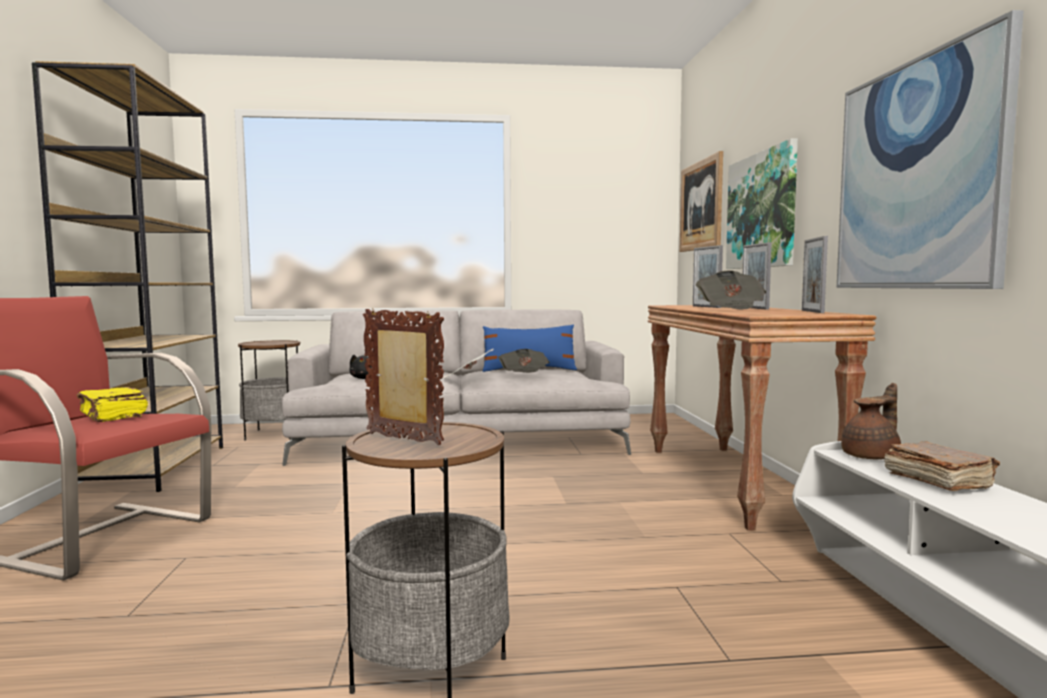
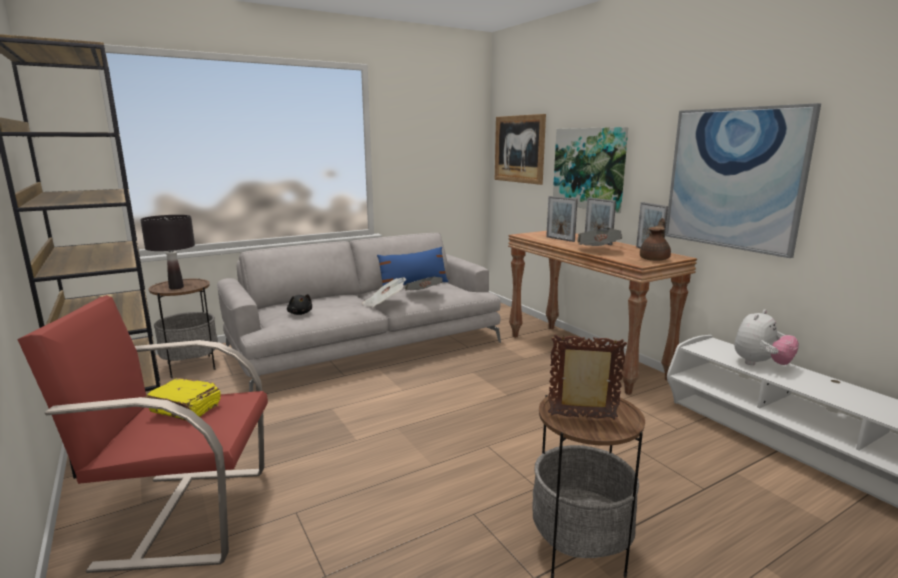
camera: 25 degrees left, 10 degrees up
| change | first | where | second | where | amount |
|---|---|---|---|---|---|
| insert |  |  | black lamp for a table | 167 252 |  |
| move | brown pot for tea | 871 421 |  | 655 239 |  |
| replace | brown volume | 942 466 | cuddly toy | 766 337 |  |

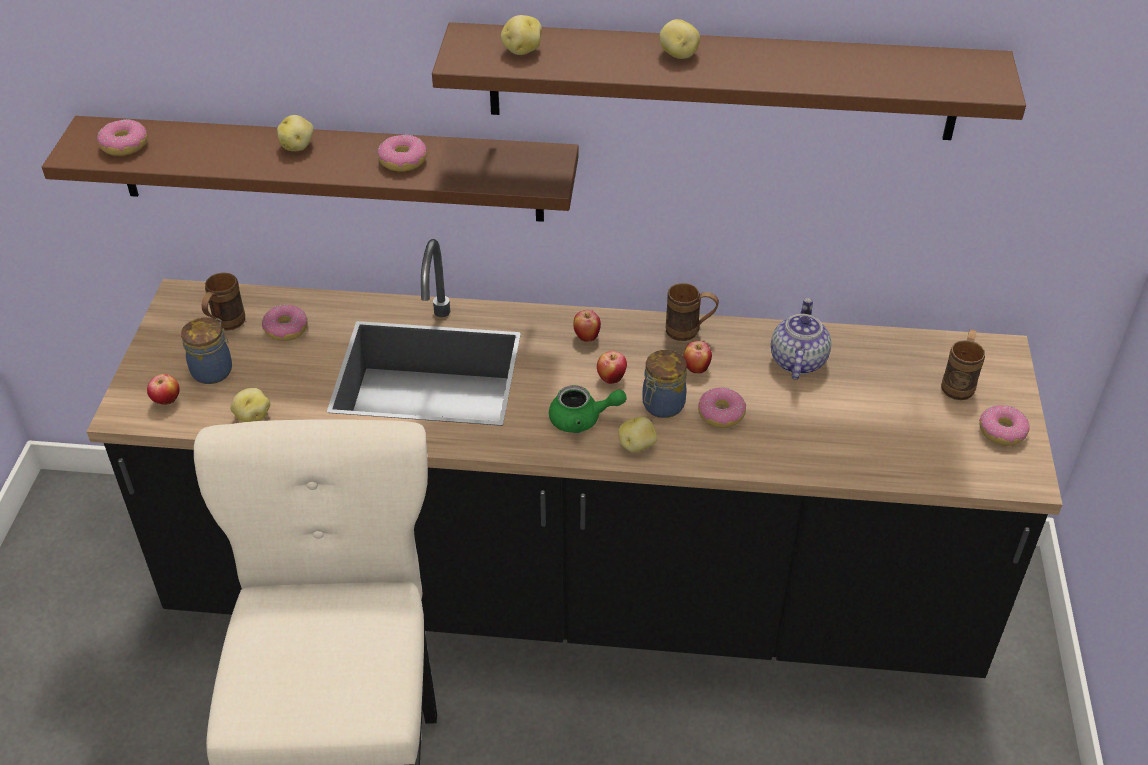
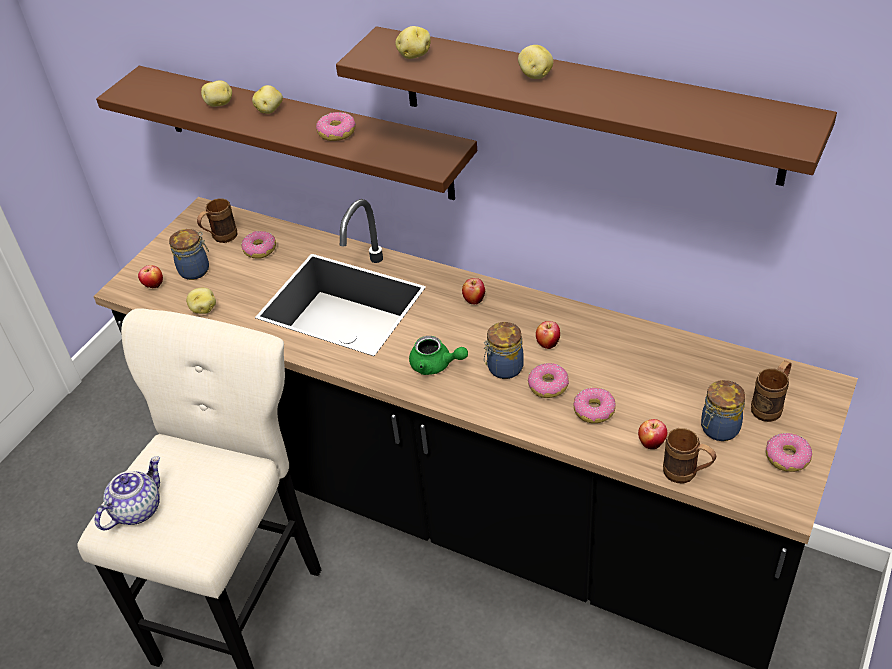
camera: 25 degrees right, 0 degrees up
| change | first | where | second | where | amount |
|---|---|---|---|---|---|
| insert |  |  | storage jar | 723 410 |  |
| move | donut | 122 137 |  | 595 405 |  |
| move | whole apple | 612 367 |  | 653 434 |  |
| move | spud | 638 435 |  | 216 93 |  |
| move | brown tea mug | 692 312 |  | 689 455 |  |
| move | pot for tea | 801 339 |  | 127 493 |  |

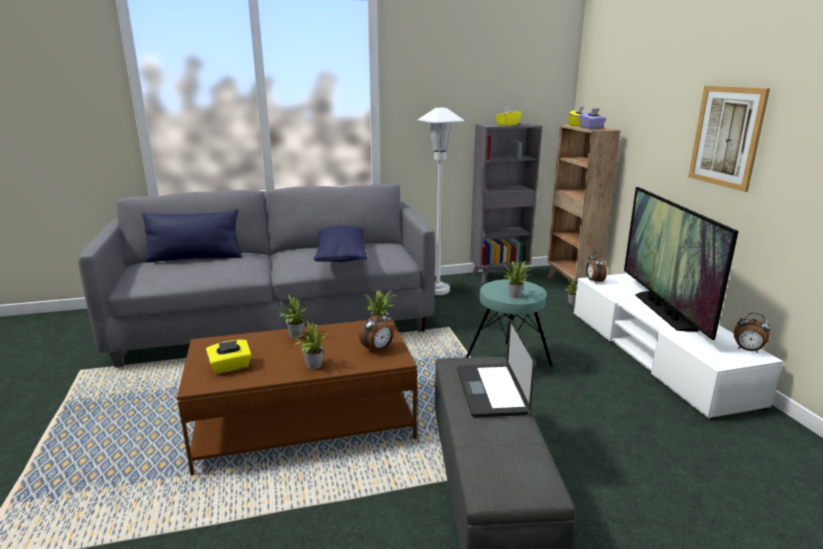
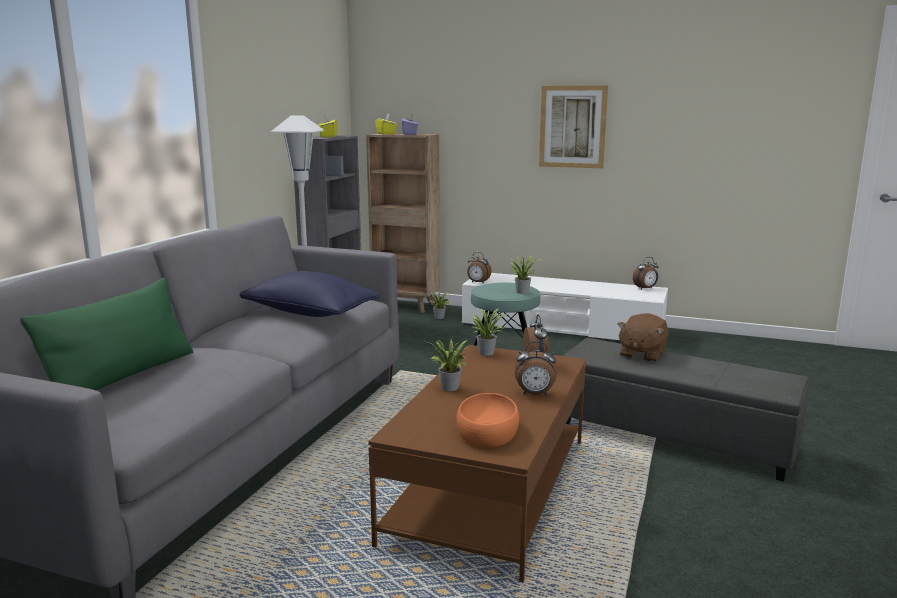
camera: 55 degrees left, 5 degrees down
| change | first | where | second | where | amount |
|---|---|---|---|---|---|
| delete | television | 681 263 |  |  |  |
| replace | yellowish box of tissues | 228 357 | orange serving bowl | 487 420 |  |
| replace | plant in a pot | 311 344 | bedside clock | 536 368 |  |
| replace | laptop | 496 368 | brown cuddly toy | 643 337 |  |
| recolor | bluish pillow | 192 236 | greenish pillow | 106 334 |  |

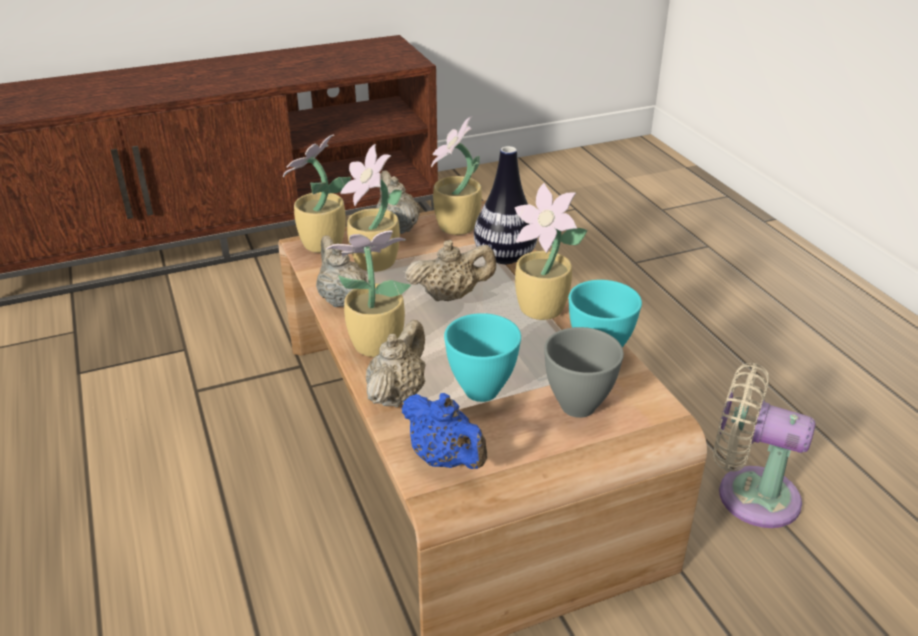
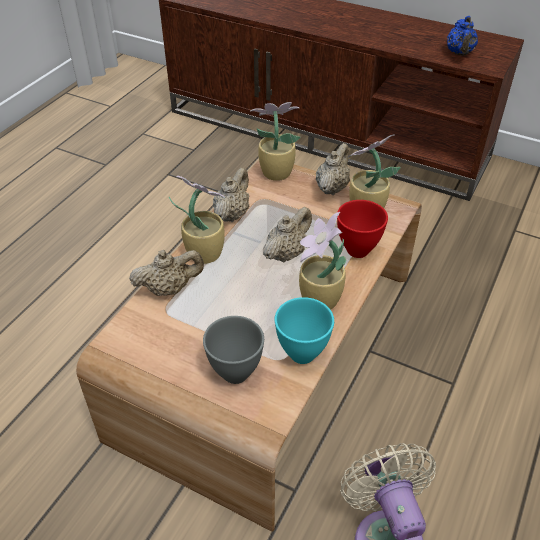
camera: 50 degrees right, 10 degrees up
| change | first | where | second | where | amount |
|---|---|---|---|---|---|
| delete | plant in a pot | 371 208 |  |  |  |
| delete | turquoise-coloured serving bowl | 482 357 |  |  |  |
| move | bluish pot for tea | 444 431 |  | 462 36 |  |
| replace | flower vase | 505 205 | red serving bowl | 362 229 |  |
| rotate | beige pot for tea | 450 270 |  | 287 234 | 90 degrees counterclockwise |

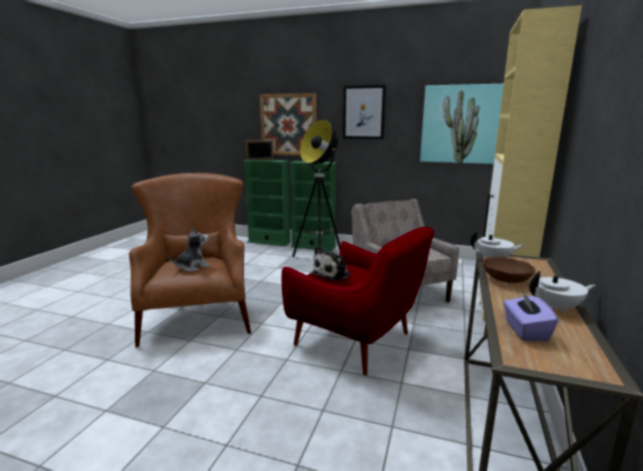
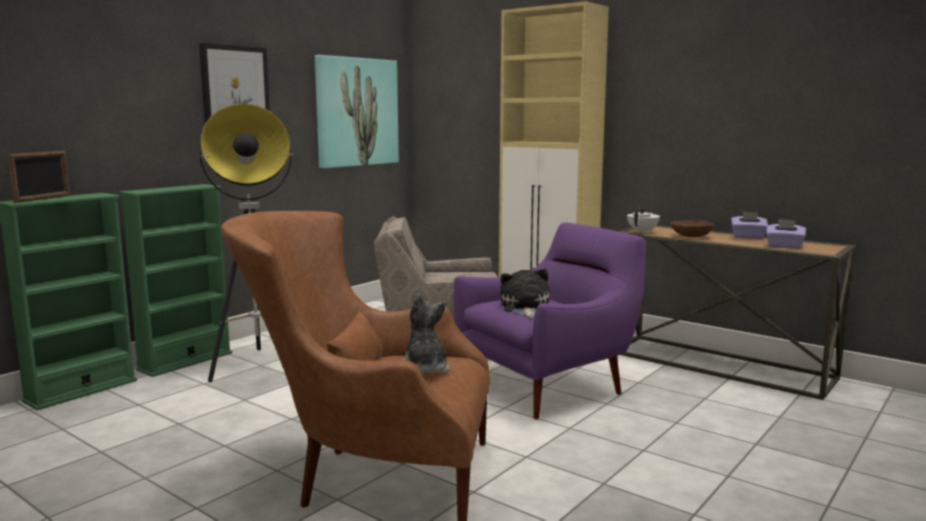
camera: 70 degrees left, 5 degrees down
| change | first | where | second | where | amount |
|---|---|---|---|---|---|
| delete | wall art | 288 124 |  |  |  |
| replace | whitish pot for tea | 562 292 | purple box of tissues | 749 225 |  |
| recolor | red lounge chair | 358 301 | purple lounge chair | 550 320 |  |
| rotate | cuddly toy | 331 263 |  | 525 293 | 150 degrees counterclockwise |

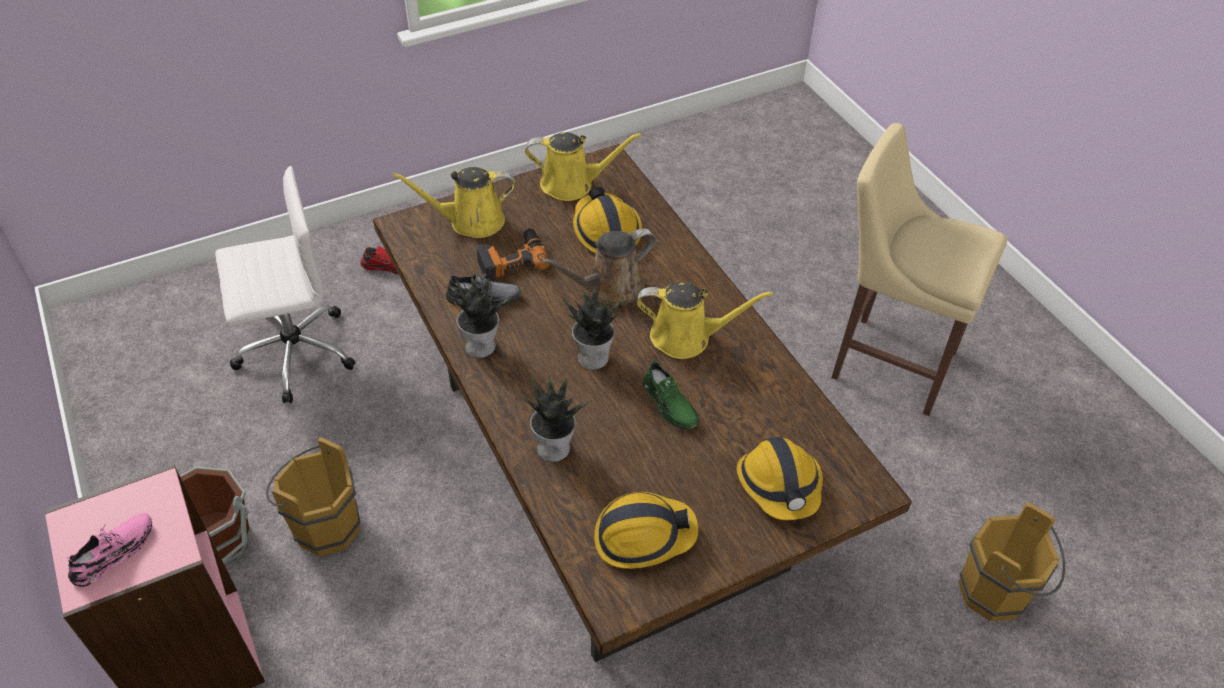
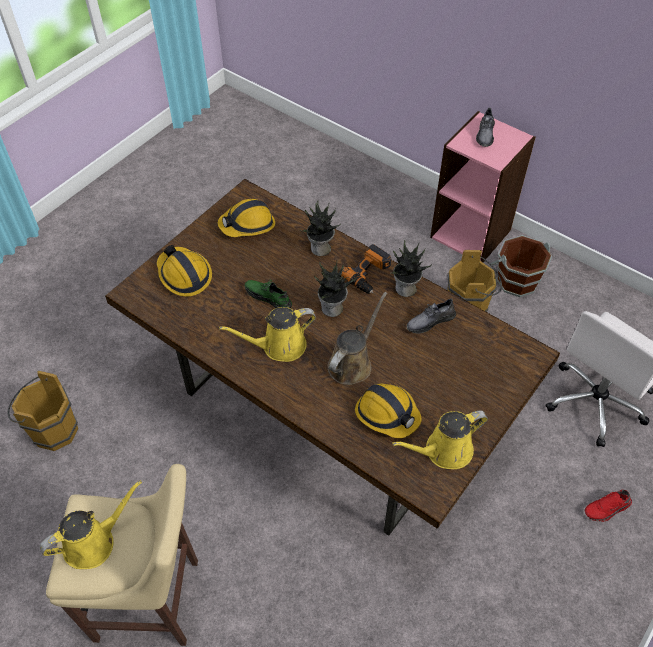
camera: 155 degrees right, 5 degrees up
| change | first | where | second | where | amount |
|---|---|---|---|---|---|
| move | yellowish watering can | 453 202 |  | 91 524 |  |
| move | drill | 513 254 |  | 366 269 |  |
| recolor | pink-coloured low shoe | 109 550 | grey low shoe | 485 127 |  |

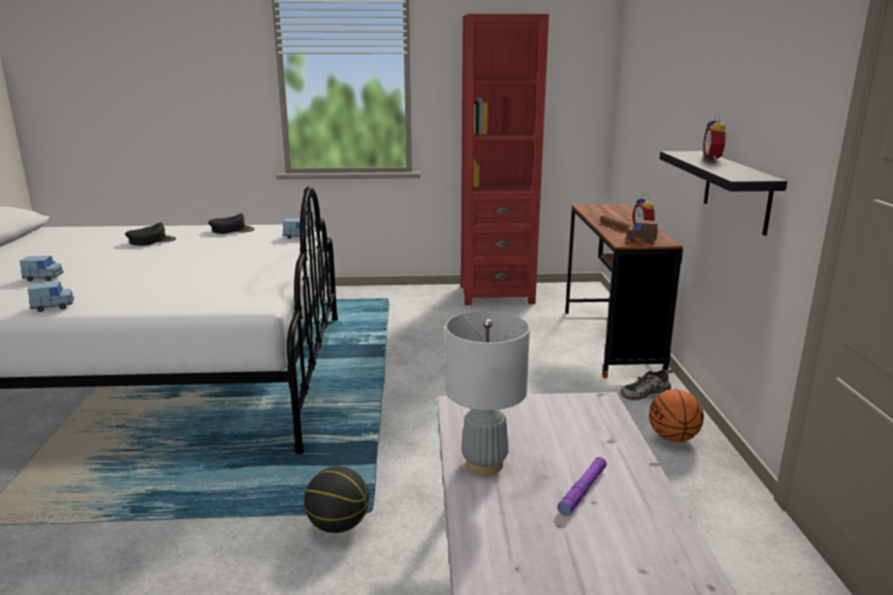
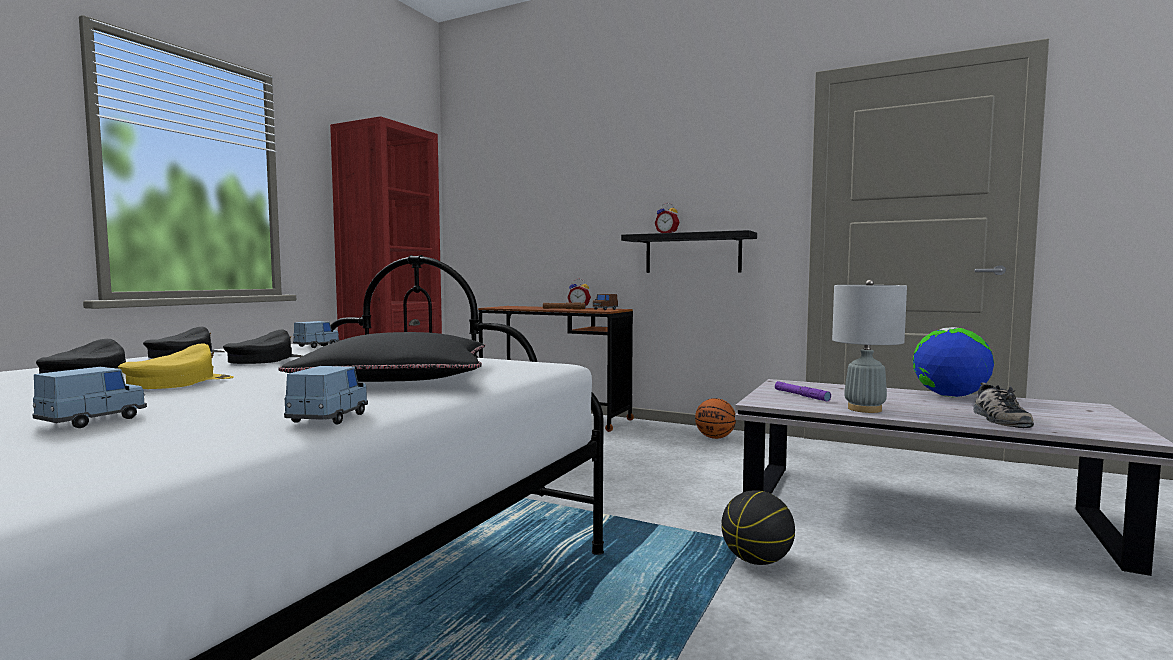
camera: 60 degrees left, 15 degrees down
| change | first | where | second | where | amount |
|---|---|---|---|---|---|
| insert |  |  | yellowish baseball cap | 176 366 |  |
| insert |  |  | black baseball cap | 262 347 |  |
| insert |  |  | black pillow | 382 357 |  |
| insert |  |  | desk globe | 953 362 |  |
| move | purple hand torch | 582 486 |  | 803 391 |  |
| move | low shoe | 646 384 |  | 1003 405 |  |

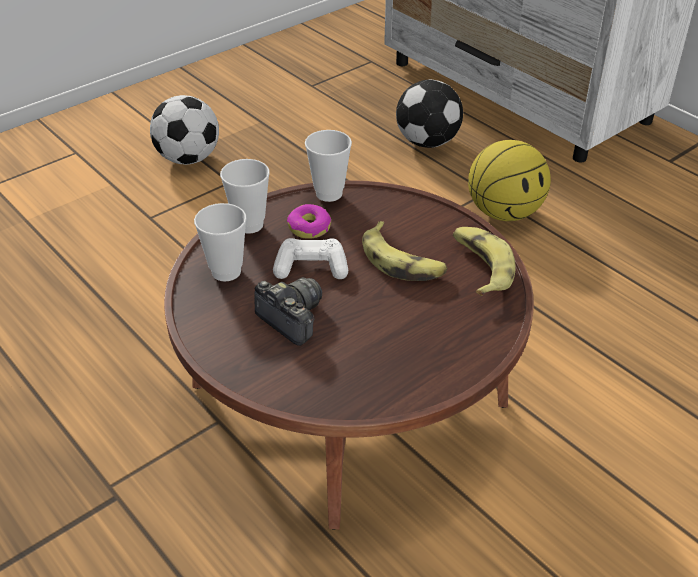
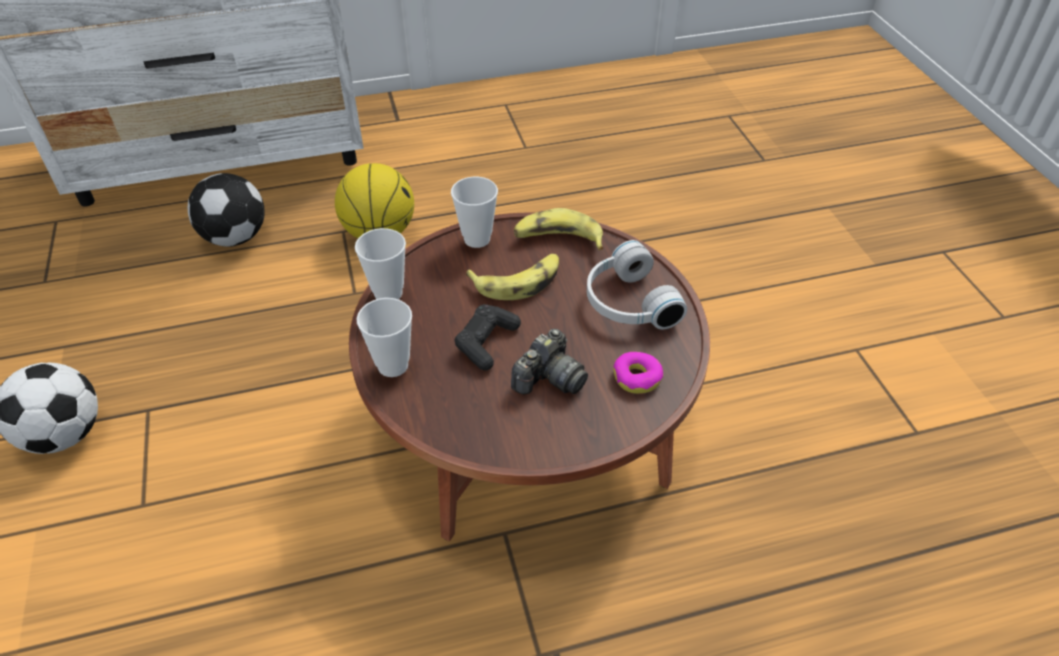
camera: 65 degrees left, 5 degrees up
| change | first | where | second | where | amount |
|---|---|---|---|---|---|
| insert |  |  | whitish headphones | 637 285 |  |
| move | cup | 220 242 |  | 474 212 |  |
| move | donut | 309 221 |  | 638 373 |  |
| recolor | whitish gamepad | 310 258 | black gamepad | 487 337 |  |
| rotate | photo camera | 288 311 |  | 549 362 | 150 degrees clockwise |

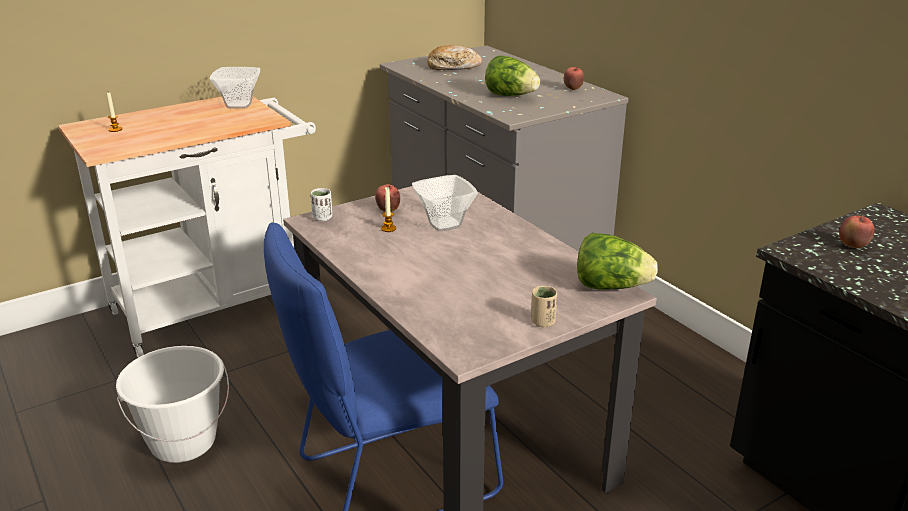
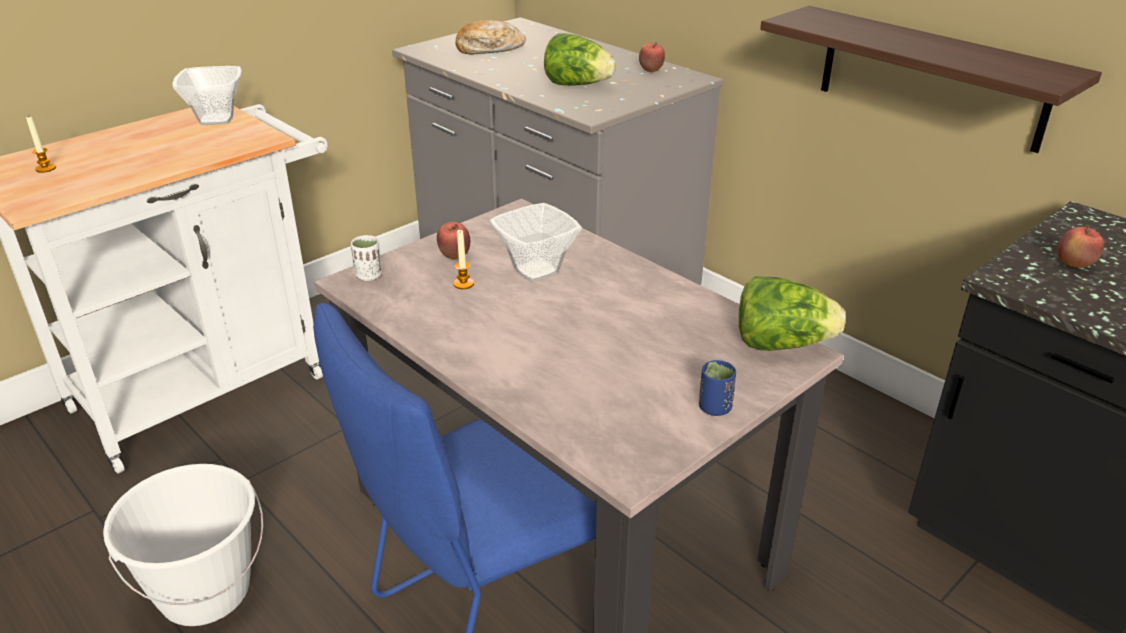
camera: 10 degrees left, 5 degrees up
| change | first | where | second | where | amount |
|---|---|---|---|---|---|
| insert |  |  | wall shelf | 931 79 |  |
| recolor | beige cup | 544 306 | bluish cup | 717 388 |  |

